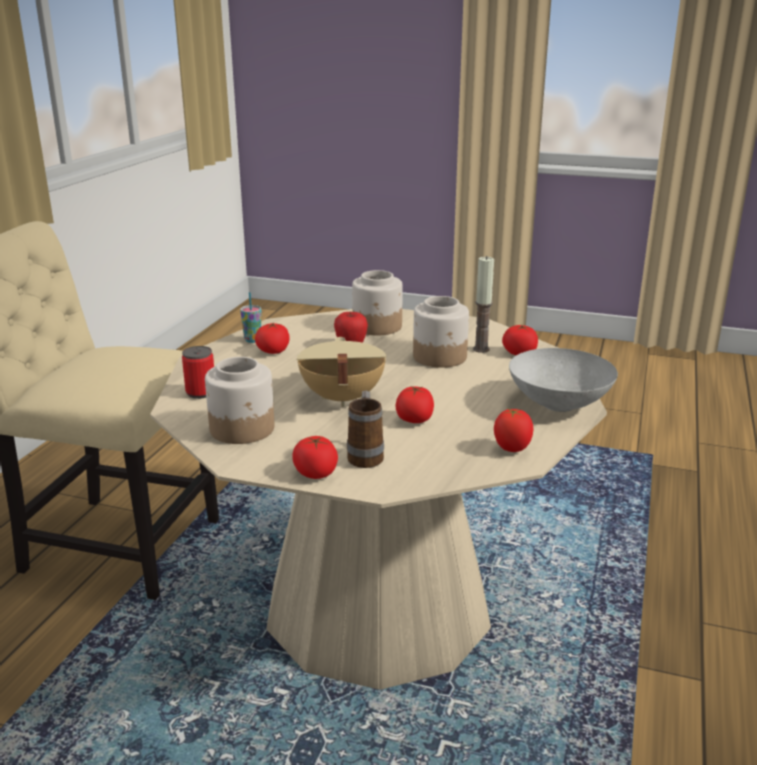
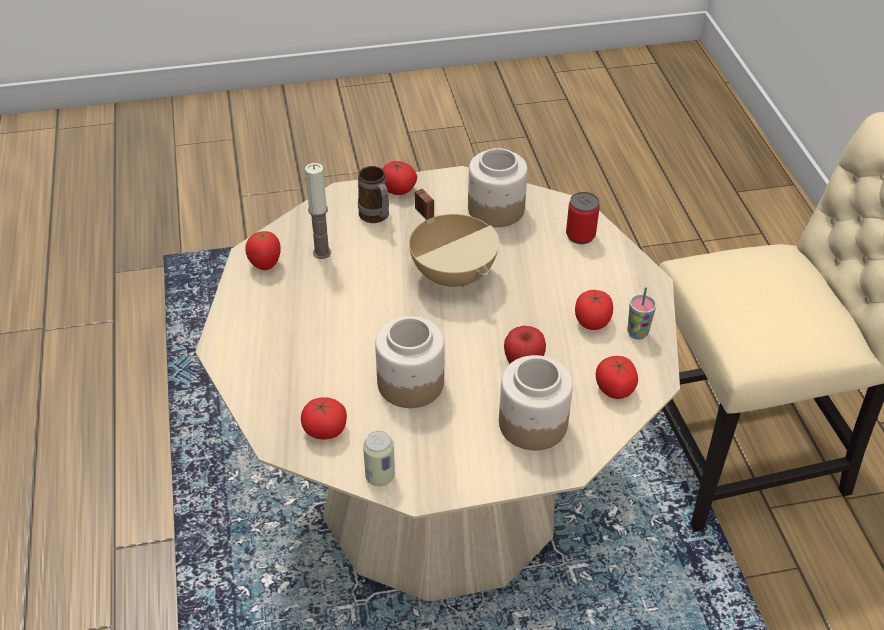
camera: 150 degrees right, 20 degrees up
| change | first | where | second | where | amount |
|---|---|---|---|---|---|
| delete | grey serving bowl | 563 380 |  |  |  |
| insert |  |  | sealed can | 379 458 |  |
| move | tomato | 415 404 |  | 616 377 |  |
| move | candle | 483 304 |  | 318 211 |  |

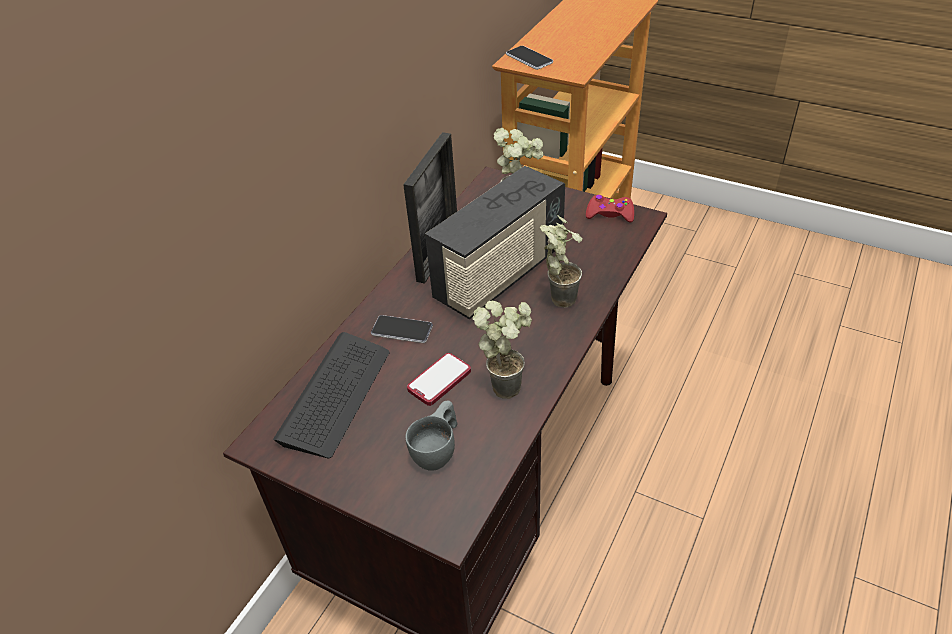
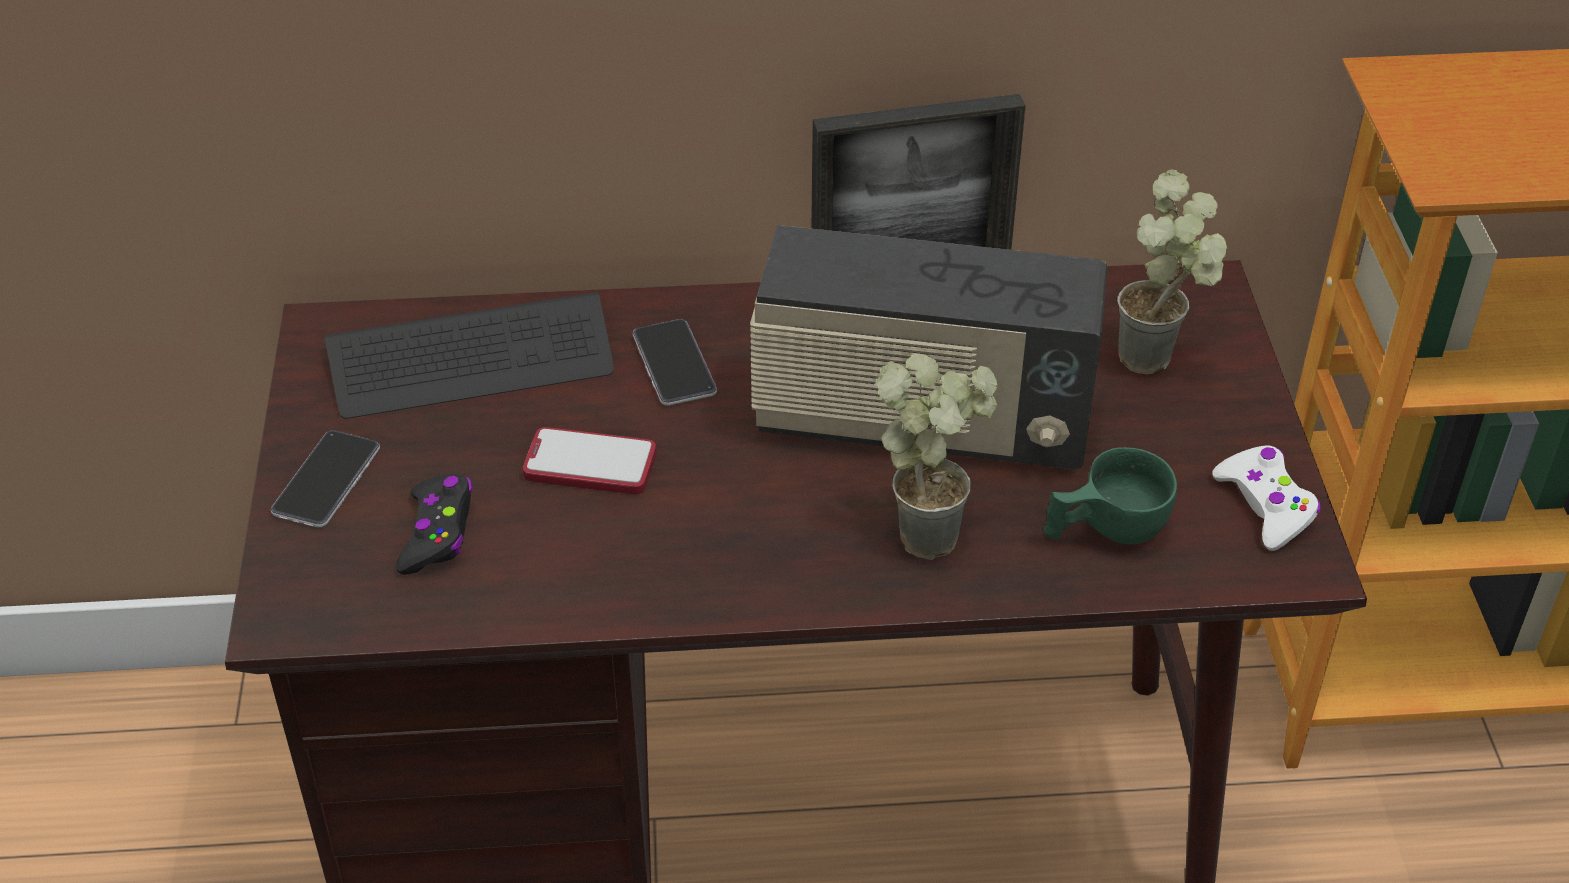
camera: 55 degrees right, 0 degrees up
| change | first | where | second | where | amount |
|---|---|---|---|---|---|
| delete | plant in a pot | 502 350 |  |  |  |
| insert |  |  | greenish cup | 1110 495 |  |
| move | phone | 529 58 |  | 325 479 |  |
| replace | grey cup | 432 435 | black gamepad | 434 524 |  |
| recolor | red gamepad | 610 209 | whitish gamepad | 1266 498 |  |

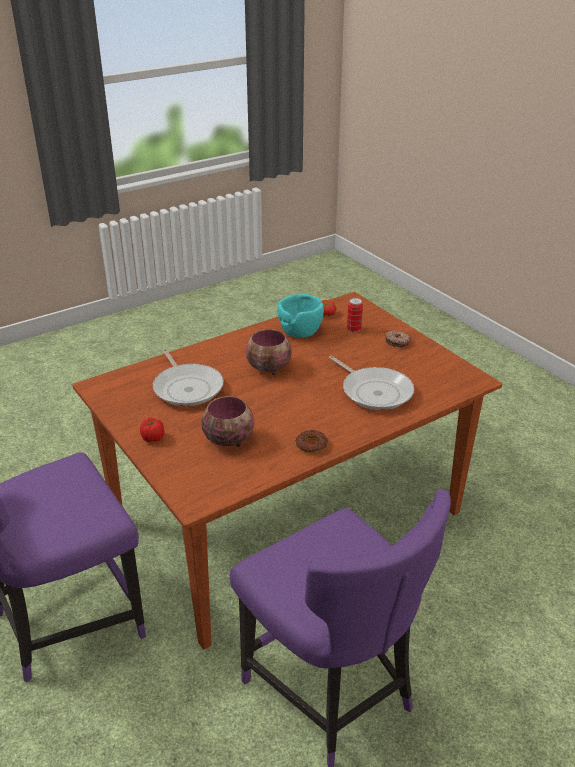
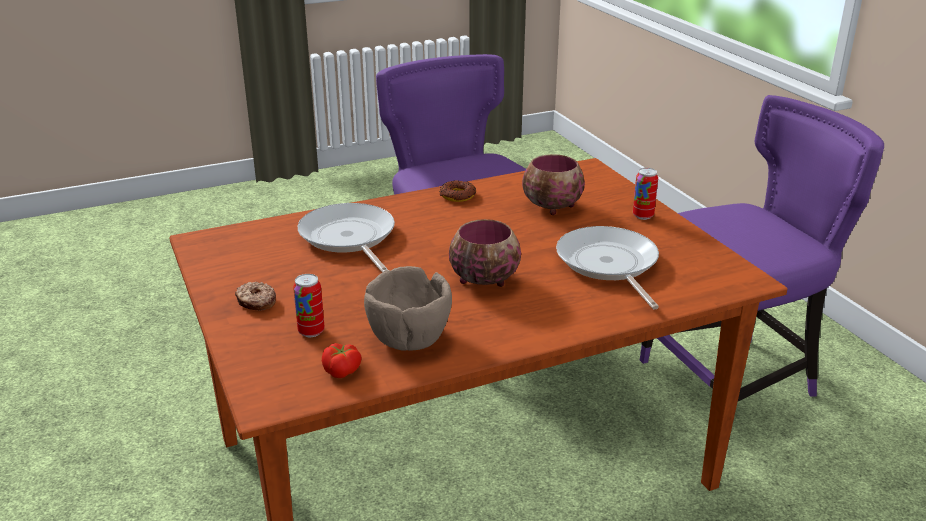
camera: 170 degrees left, 5 degrees down
| change | first | where | second | where | amount |
|---|---|---|---|---|---|
| replace | tomato | 152 429 | sealed can | 645 194 |  |
| recolor | turquoise-coloured serving bowl | 300 316 | brown serving bowl | 408 308 |  |

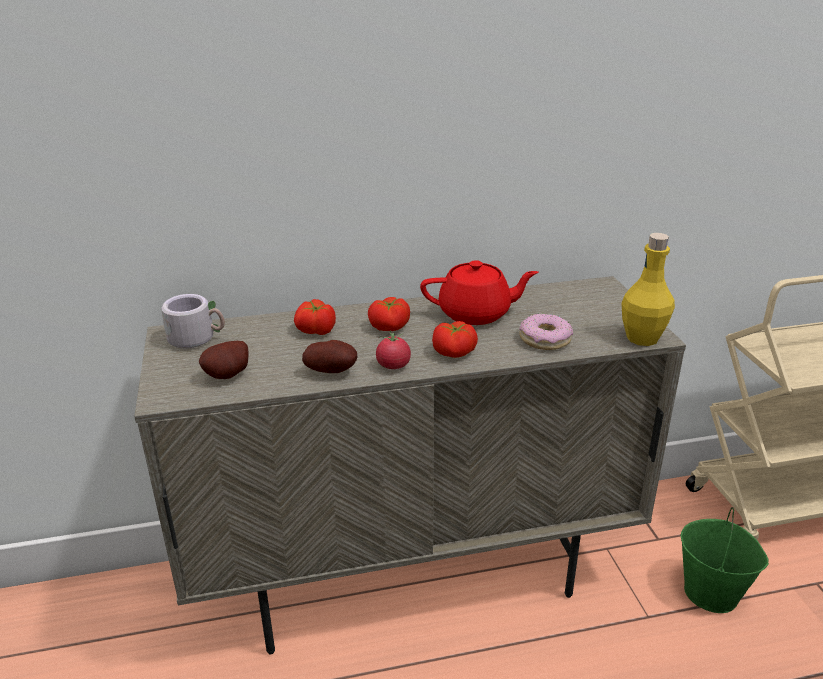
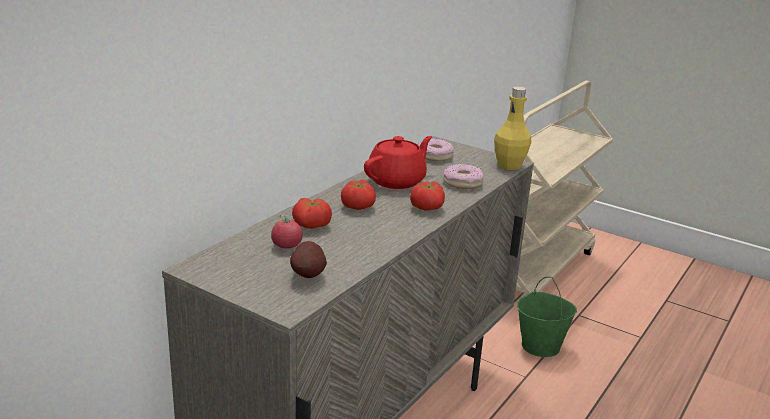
camera: 45 degrees left, 5 degrees down
| change | first | where | second | where | amount |
|---|---|---|---|---|---|
| delete | grey tea mug | 193 321 |  |  |  |
| delete | spud | 330 356 |  |  |  |
| insert |  |  | donut | 436 149 |  |
| move | tomato | 393 349 |  | 287 232 |  |

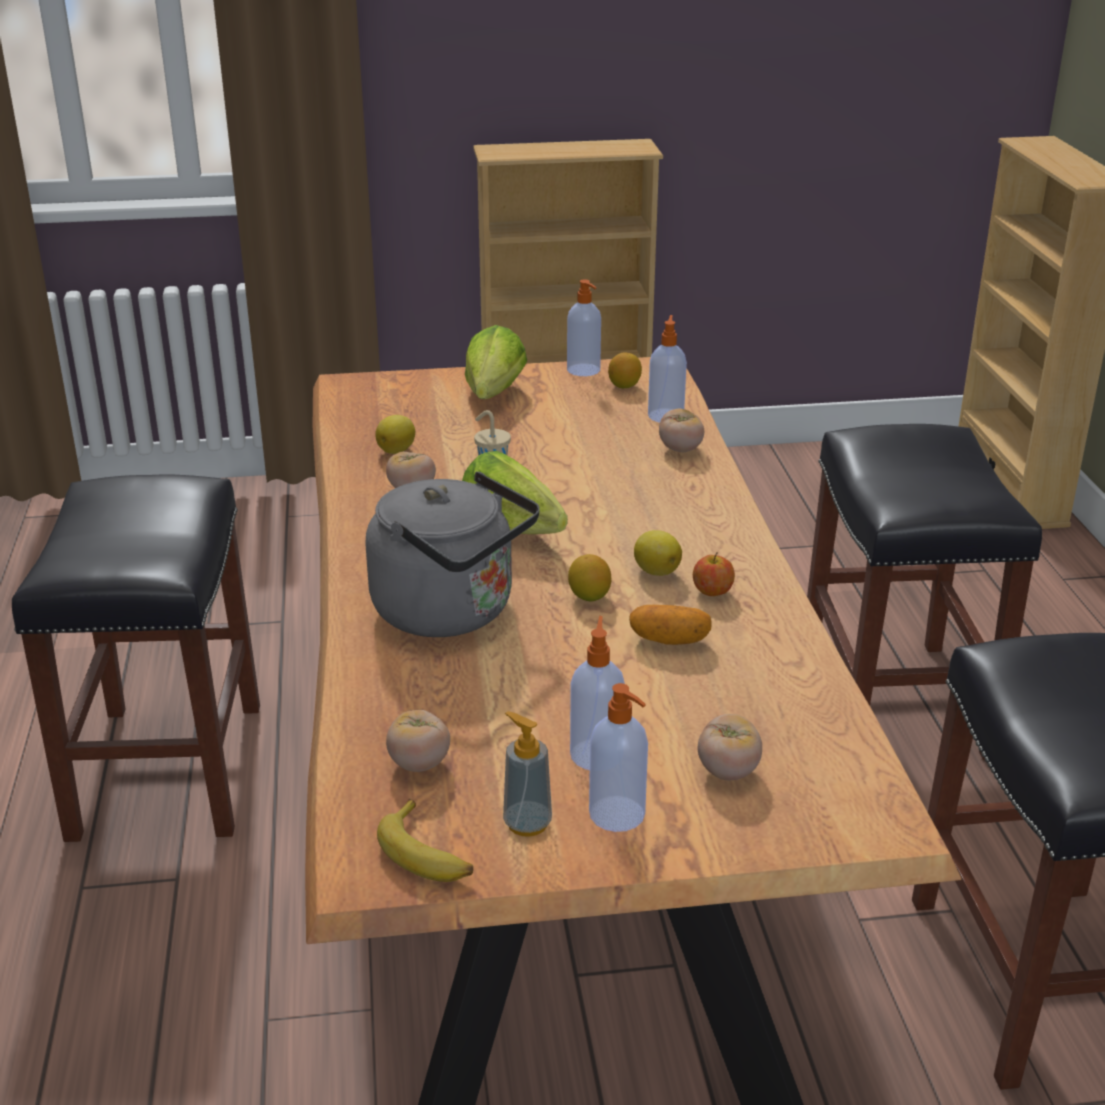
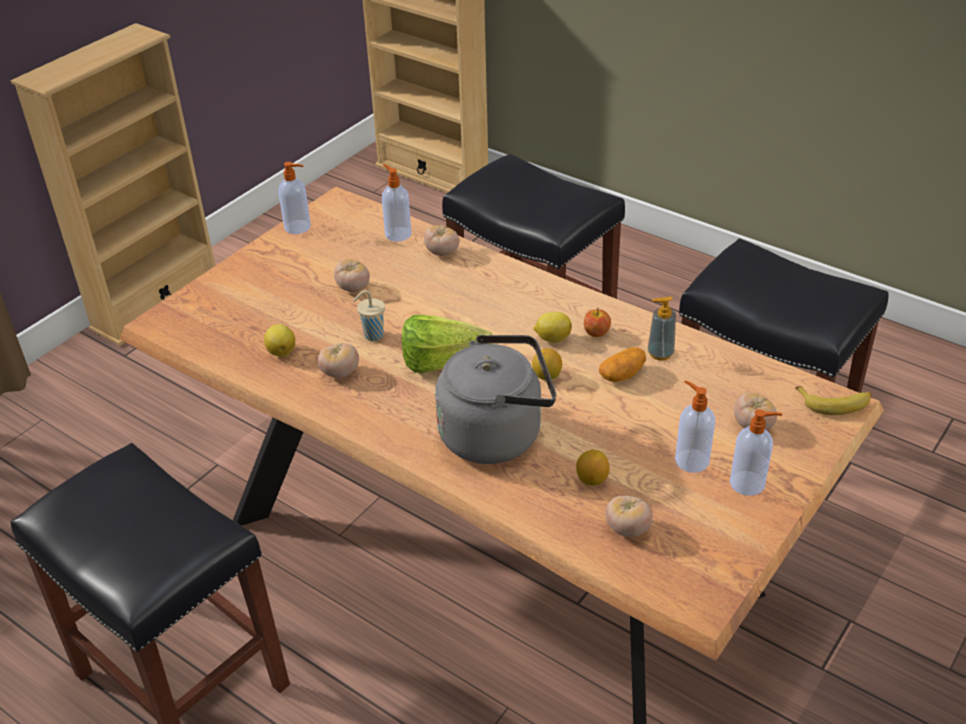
camera: 45 degrees left, 10 degrees up
| change | first | where | second | where | amount |
|---|---|---|---|---|---|
| delete | lettuce head | 496 362 |  |  |  |
| insert |  |  | tomato | 352 275 |  |
| move | whole banana | 425 840 |  | 833 400 |  |
| move | soap bottle | 527 774 |  | 662 329 |  |
| move | citrus fruit | 625 370 |  | 593 468 |  |

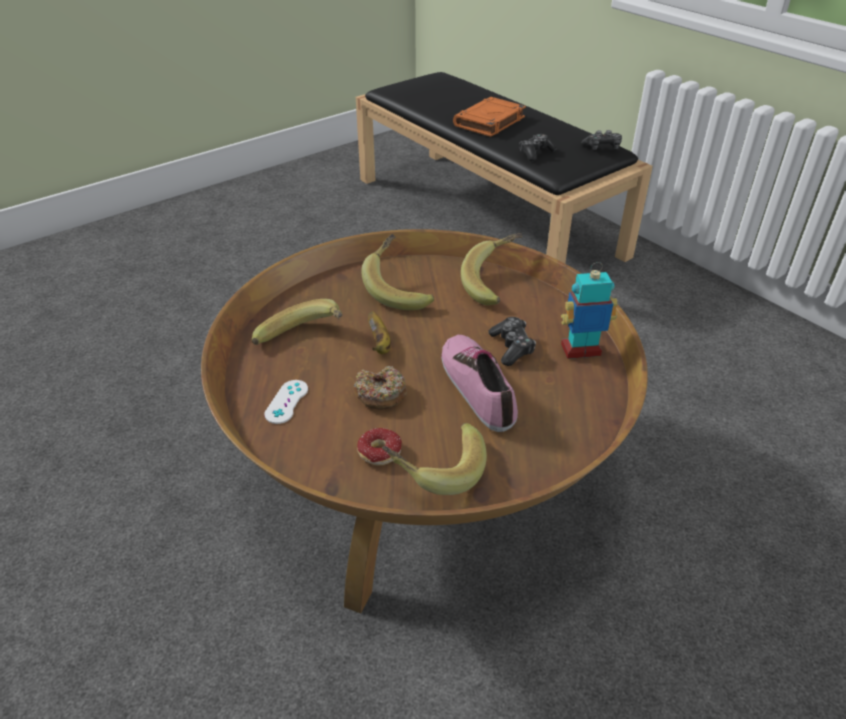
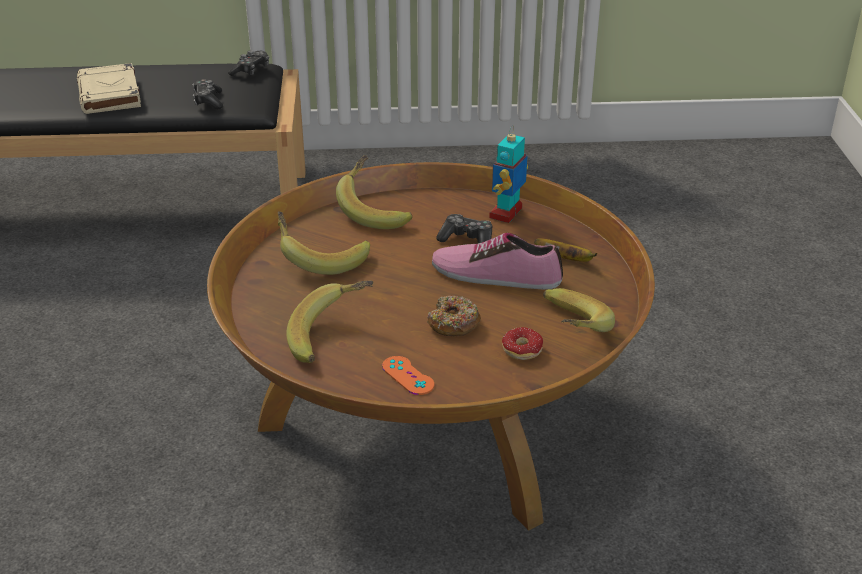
camera: 55 degrees left, 5 degrees down
| change | first | where | second | where | amount |
|---|---|---|---|---|---|
| move | whole banana | 379 332 |  | 565 250 |  |
| recolor | whitish gamepad | 286 402 | orange gamepad | 408 375 |  |
| recolor | orange volume | 489 117 | beige volume | 109 88 |  |

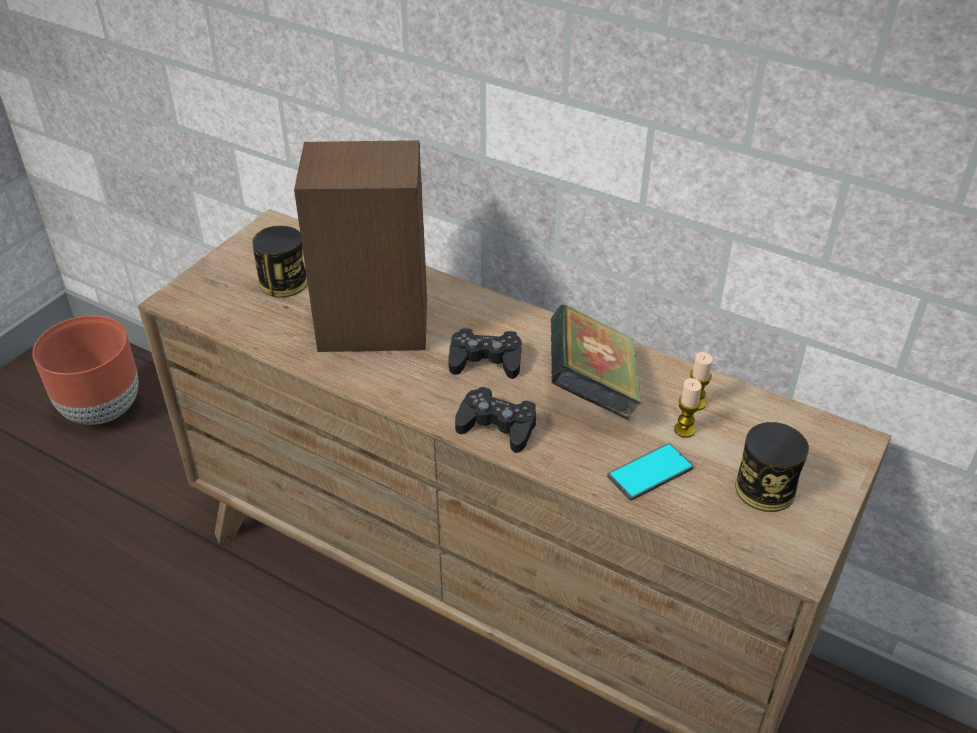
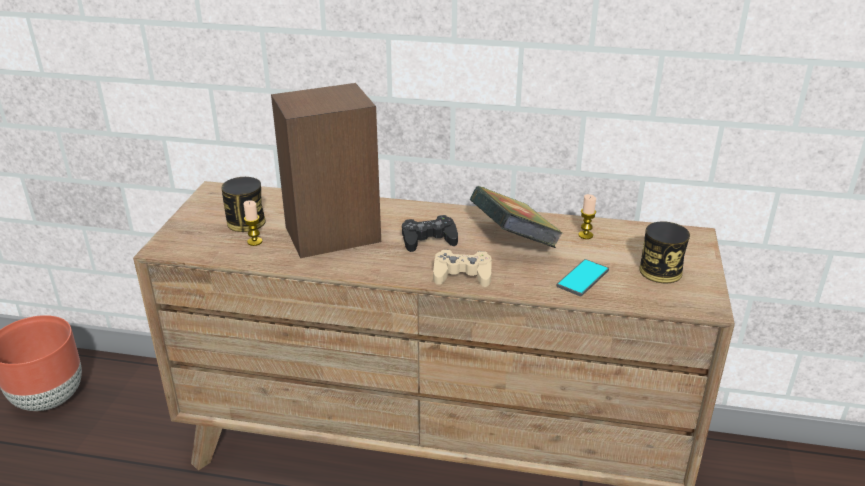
camera: 20 degrees left, 10 degrees down
| change | first | where | second | where | amount |
|---|---|---|---|---|---|
| move | candle | 688 408 |  | 252 223 |  |
| recolor | black gamepad | 495 420 | beige gamepad | 462 268 |  |

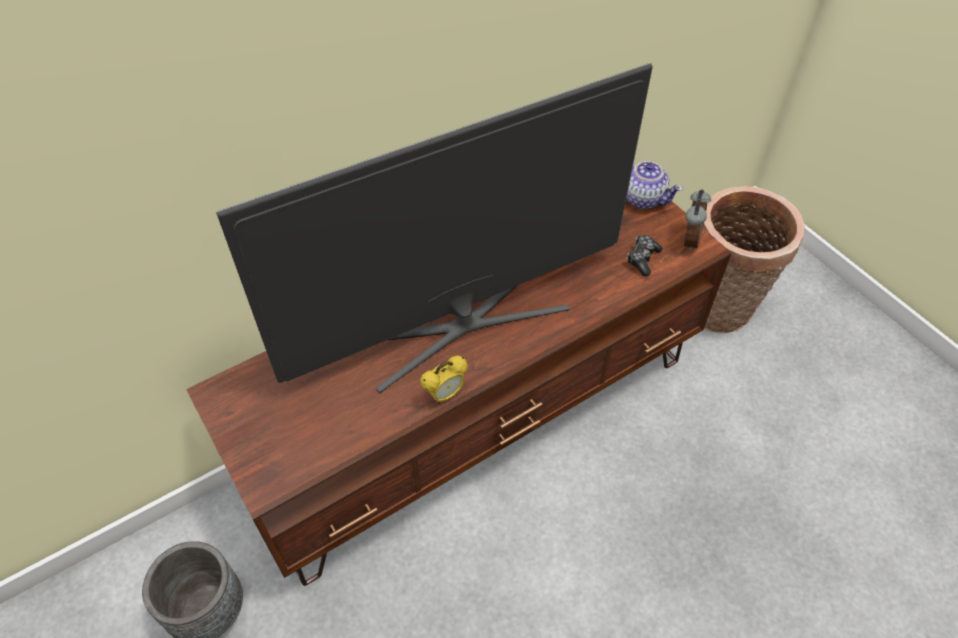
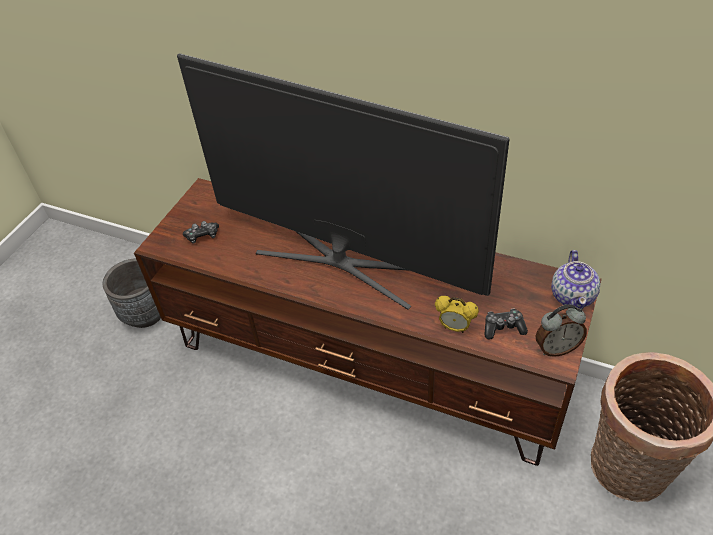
camera: 60 degrees right, 5 degrees down
| change | first | where | second | where | amount |
|---|---|---|---|---|---|
| insert |  |  | gamepad | 201 232 |  |
| move | bedside clock | 444 379 |  | 457 314 |  |

